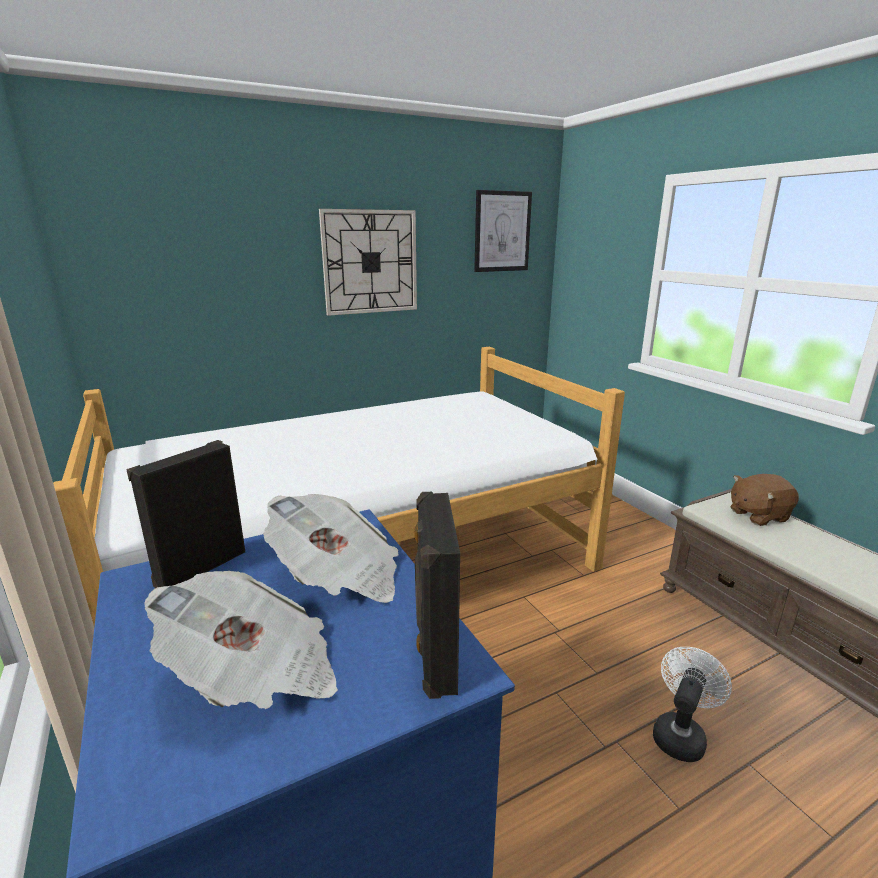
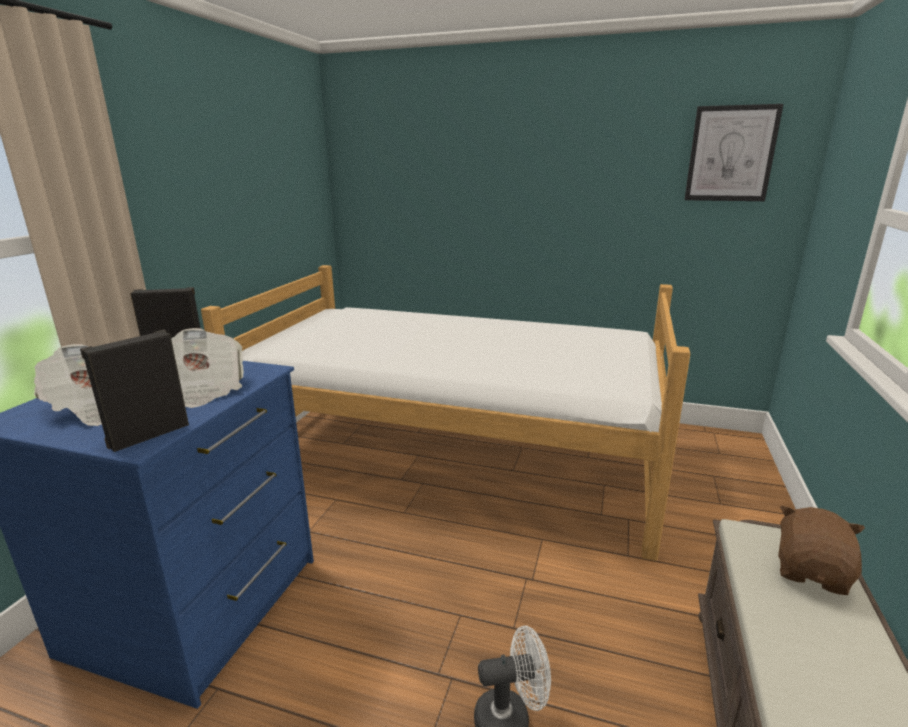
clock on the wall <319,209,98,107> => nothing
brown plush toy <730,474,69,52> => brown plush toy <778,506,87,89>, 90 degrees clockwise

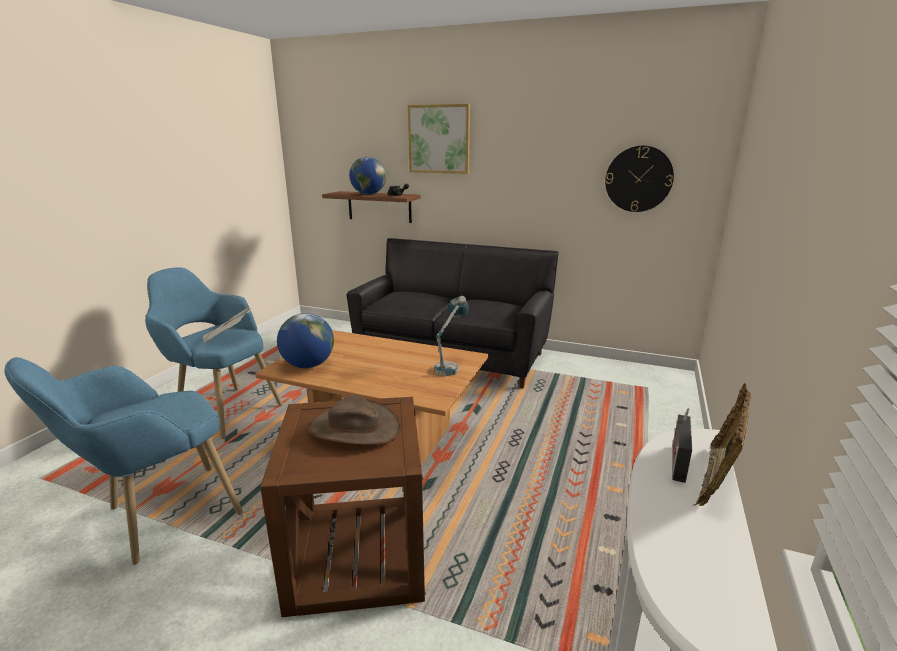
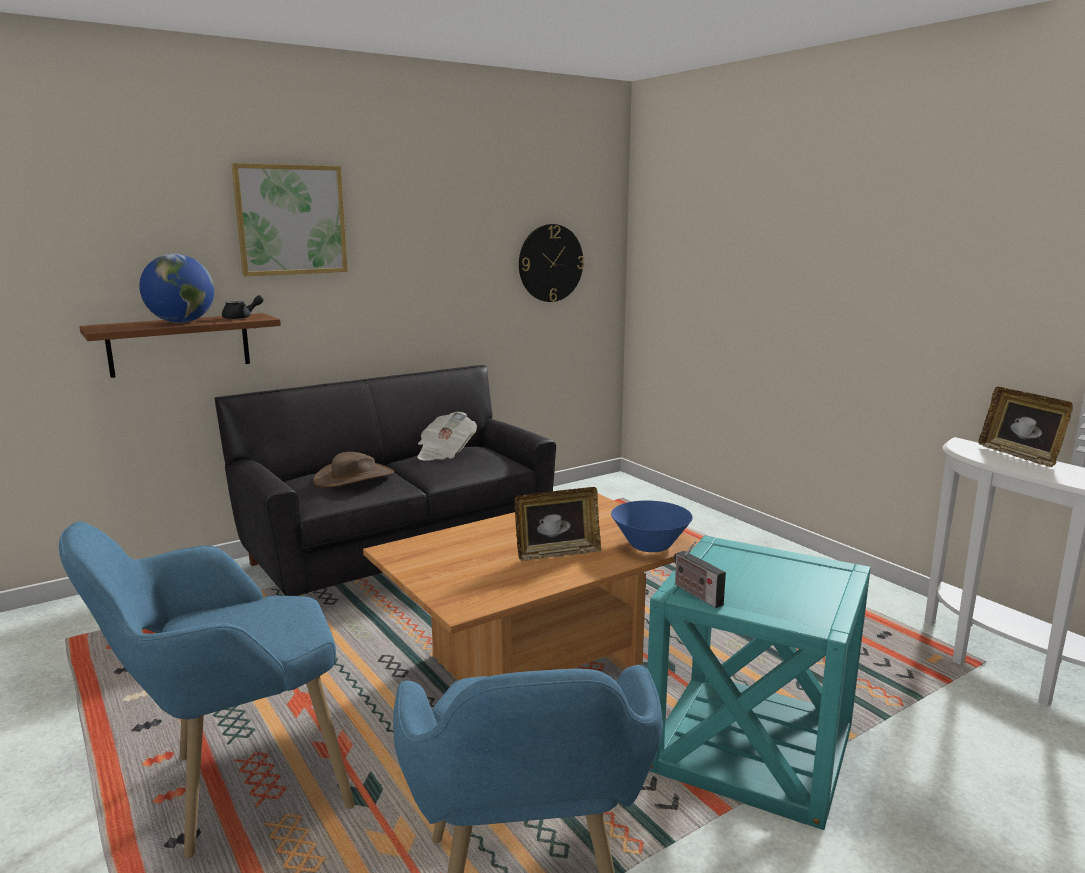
table lamp <434,296,35,80> => nothing
daily paper <203,308,48,35> => daily paper <417,412,60,49>, move
world globe <277,313,57,55> => nothing
brown clothing hat <308,395,93,50> => brown clothing hat <313,452,81,35>, move
brown side table <260,397,166,220> => turquoise side table <647,536,223,294>
radio <672,408,20,75> => radio <674,541,52,67>, move
nothing => picture frame <515,487,87,74>
nothing => blue-coloured serving bowl <611,501,82,51>

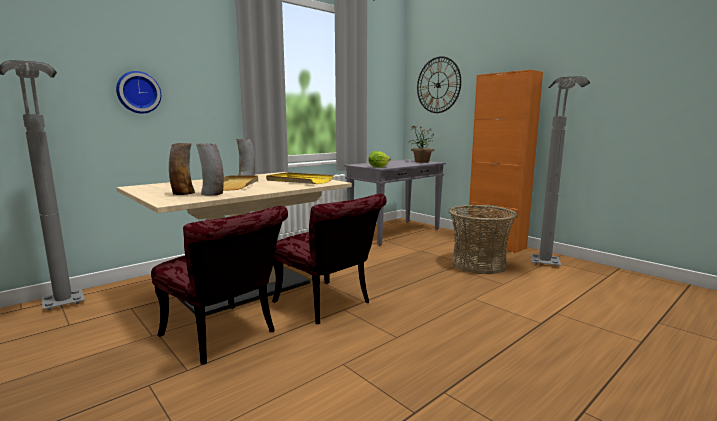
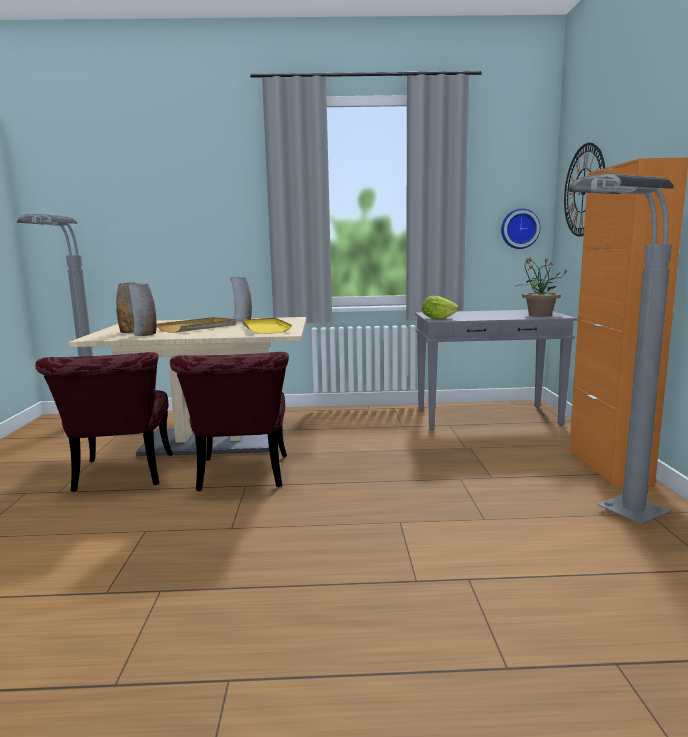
clock on the wall <116,71,45,43> => clock on the wall <501,208,39,41>, move
storage basket <448,205,69,69> => nothing

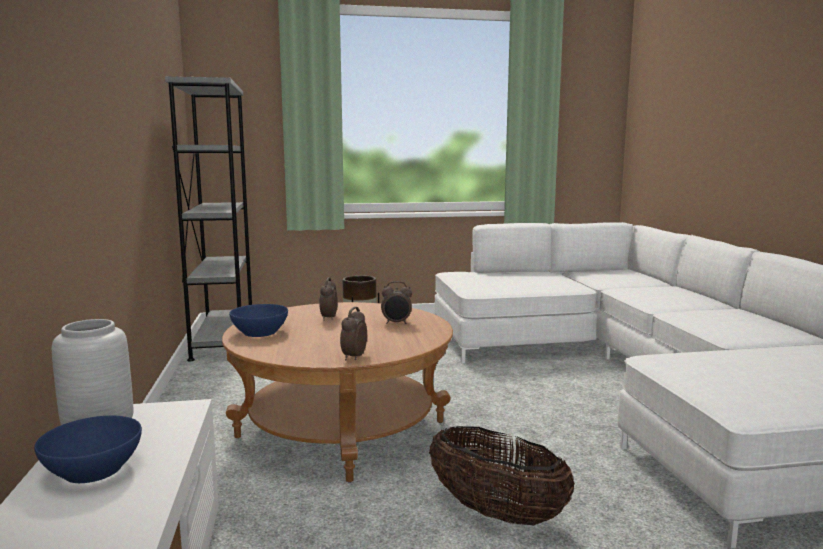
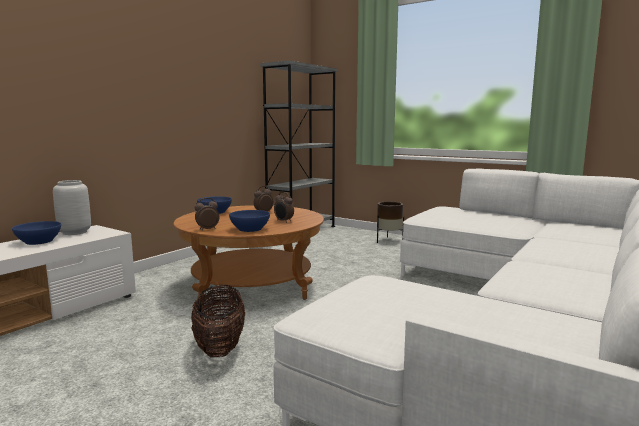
nothing => blue-coloured serving bowl <229,210,41,22>

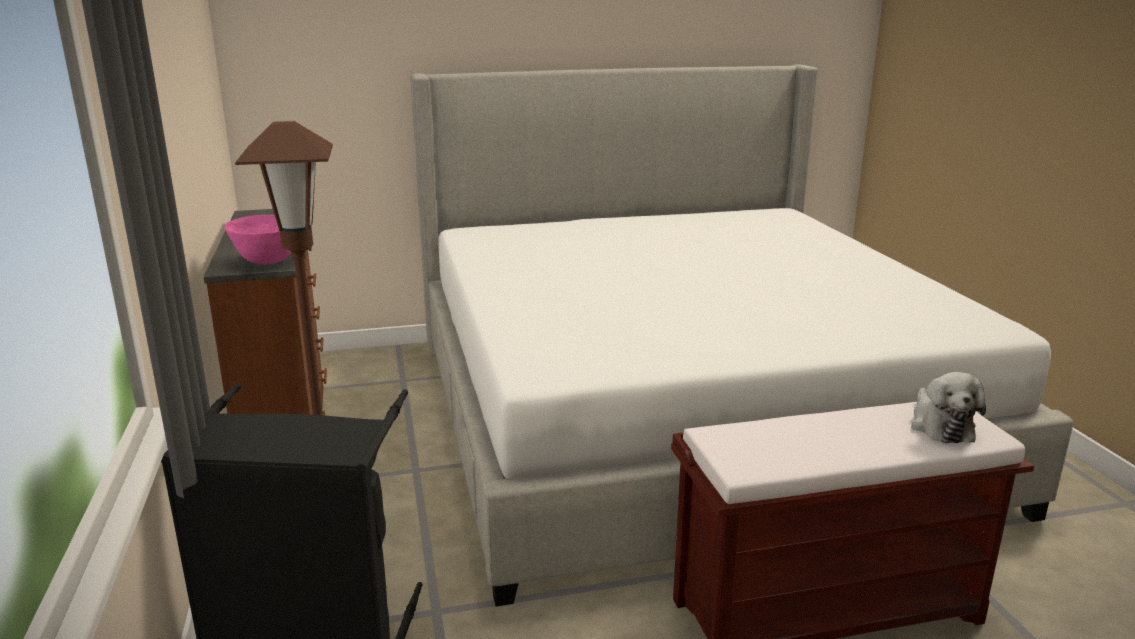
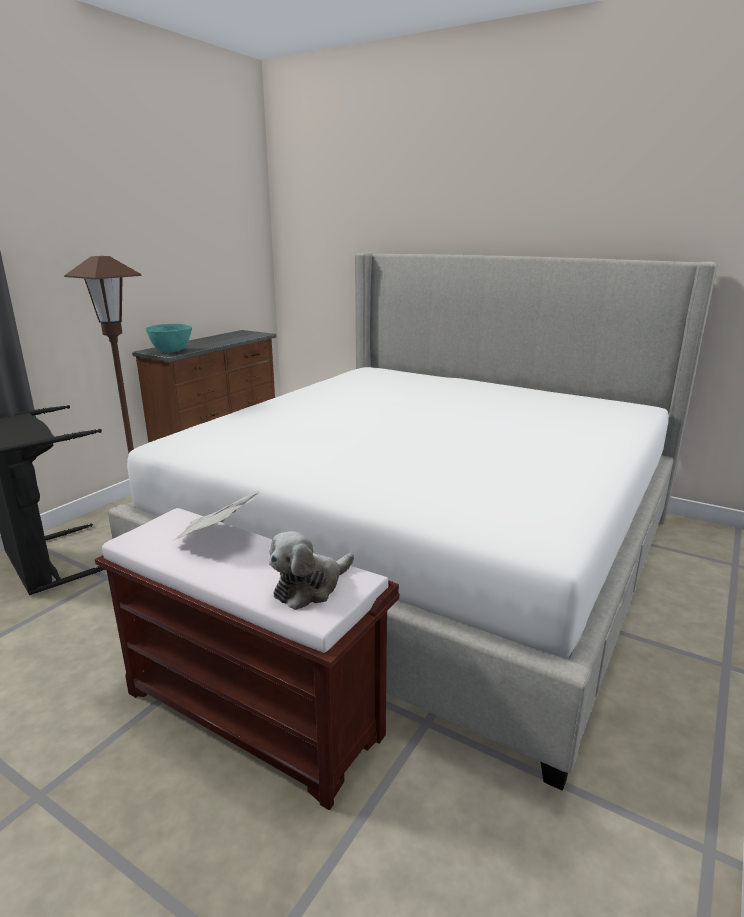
pinkish serving bowl <225,215,66,50> => turquoise serving bowl <146,324,46,29>
nothing => daily paper <172,489,89,52>

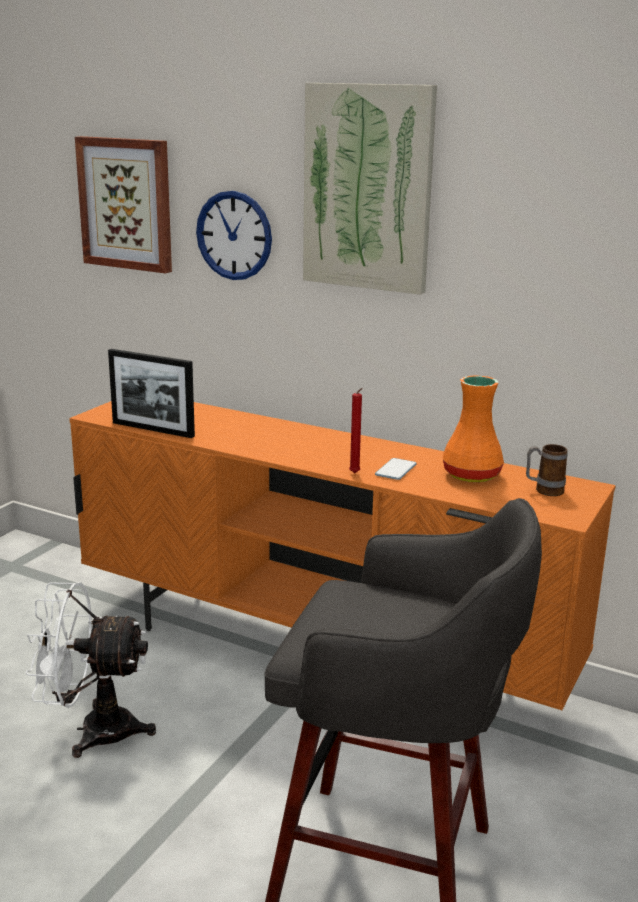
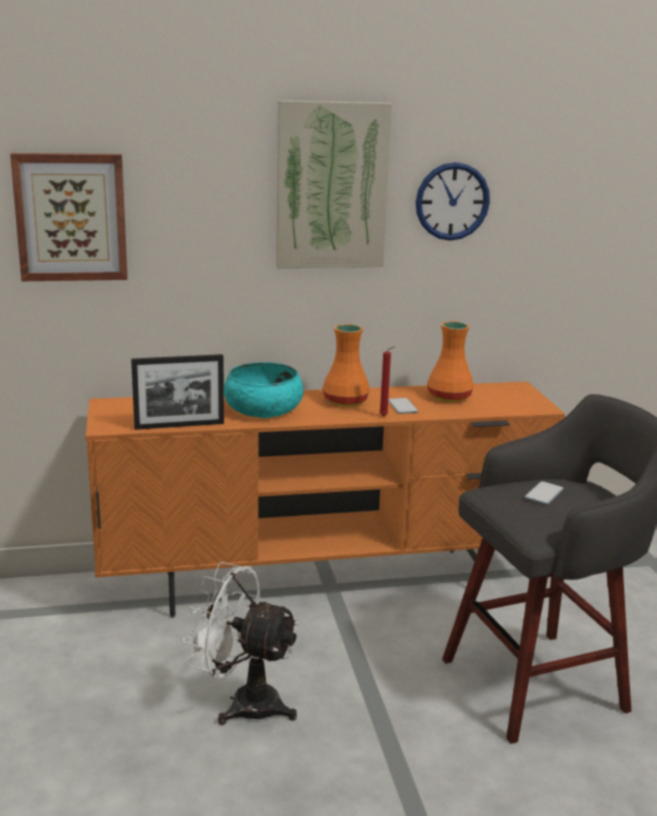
clock on the wall <196,191,76,89> => clock on the wall <416,162,74,79>, move
coffee mug <526,444,42,52> => nothing
white electric fan <25,582,131,176> => white electric fan <182,562,117,163>, 60 degrees clockwise
nothing => orange-coloured vase <322,324,48,83>
nothing => turquoise serving bowl <224,362,80,56>
nothing => phone <525,481,39,24>

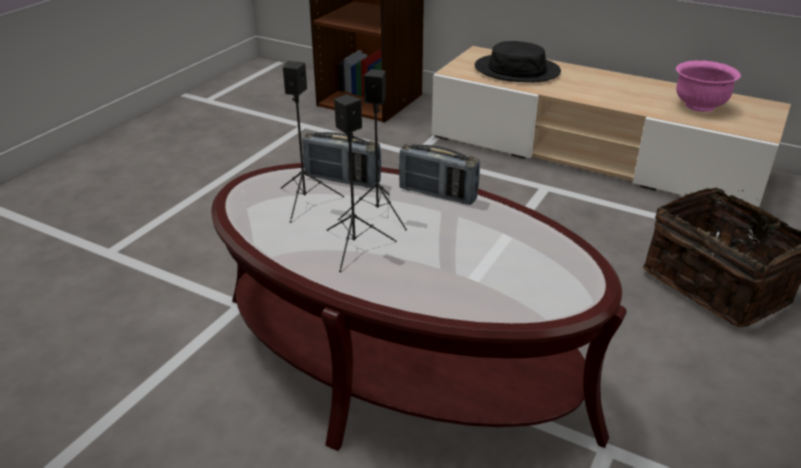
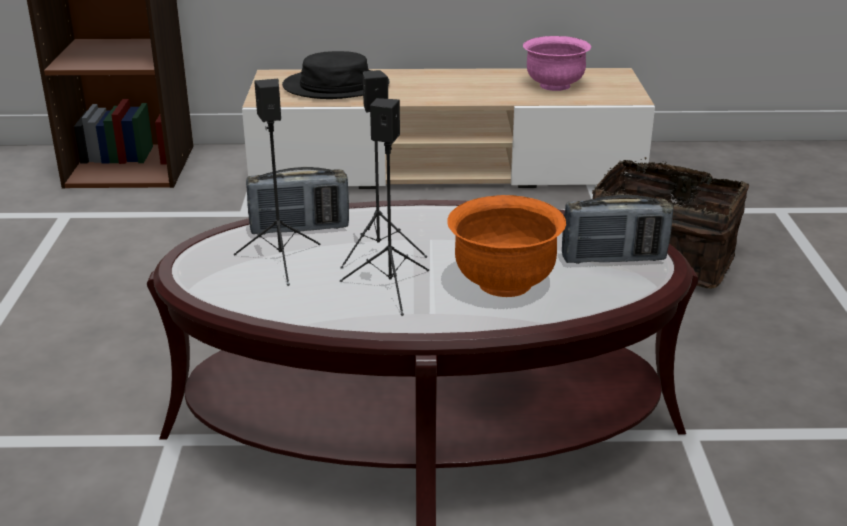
radio <399,143,81,62> => radio <562,195,111,69>, move
nothing => orange-coloured serving bowl <447,195,119,102>

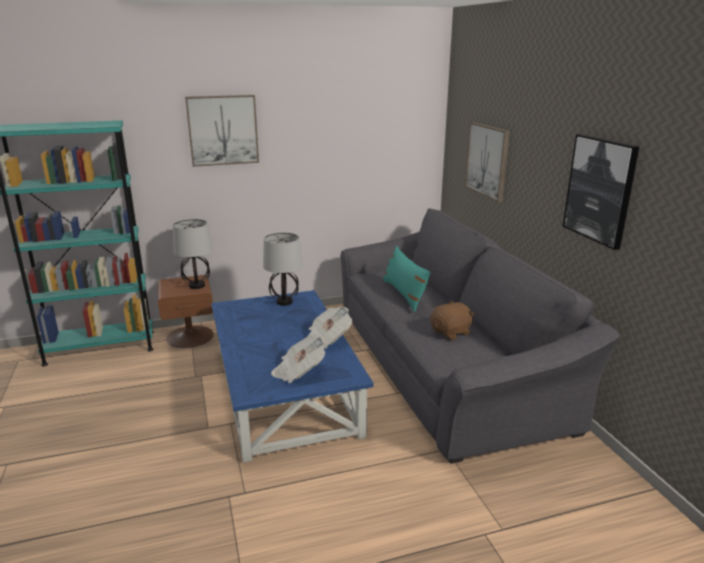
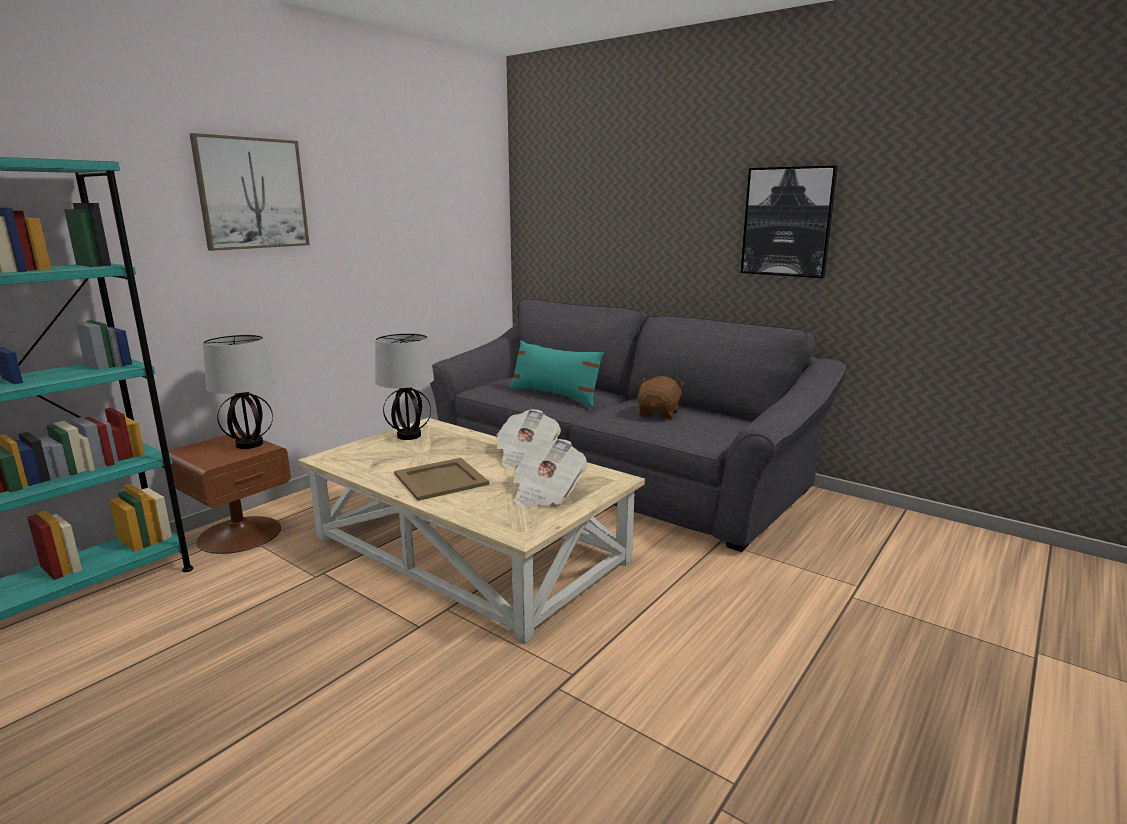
picture <465,122,45,80> => nothing
blue-coloured coffee table <211,290,163,173> => beige coffee table <298,418,347,226>
nothing => beige tray <394,458,95,43>

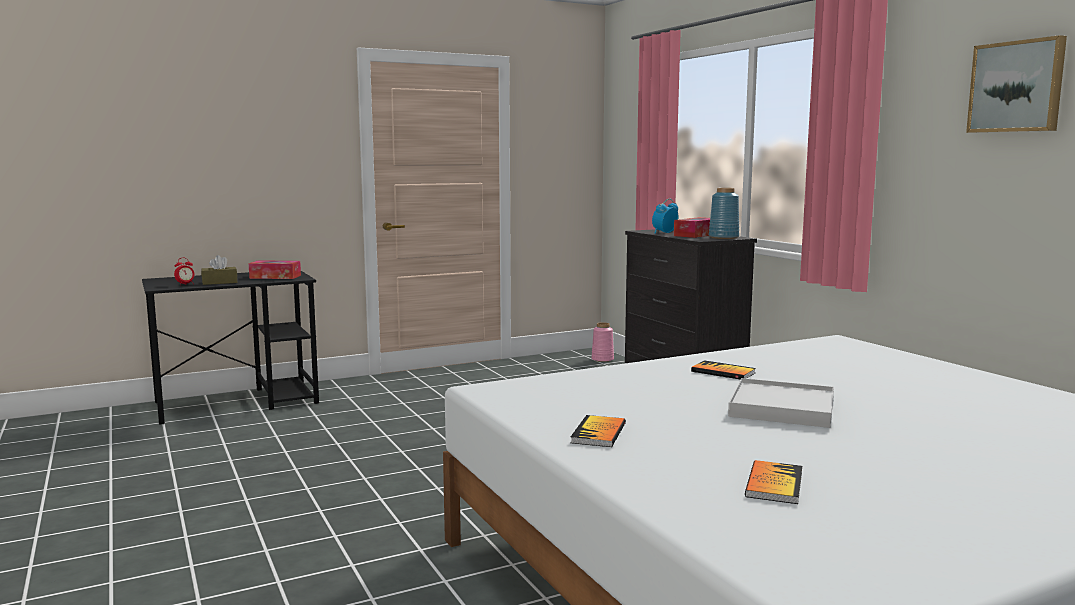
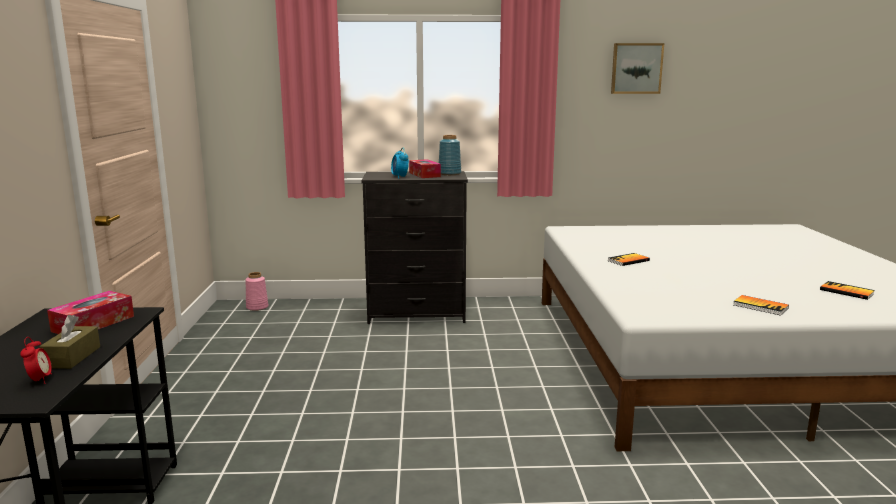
white tray <728,378,106,50> => nothing

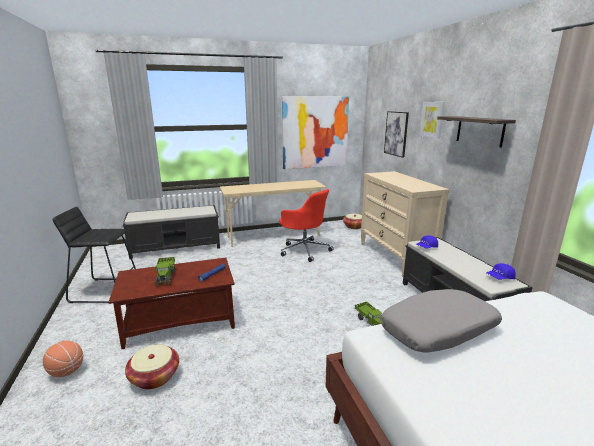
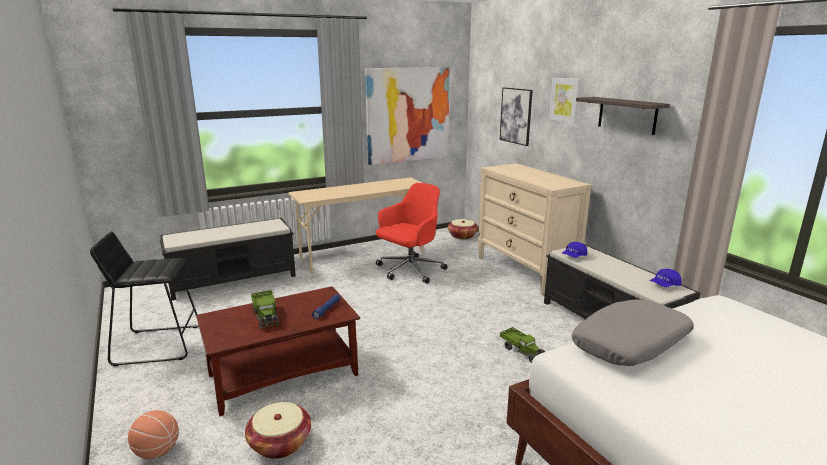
red-coloured computer chair <279,189,55,73> => red-coloured computer chair <376,183,72,101>, 75 degrees counterclockwise

